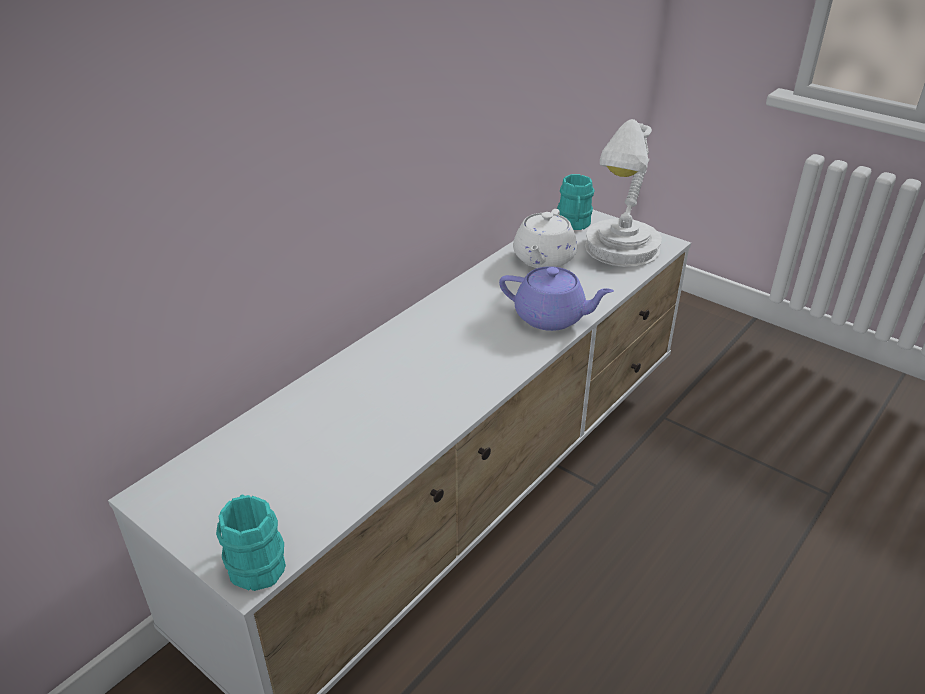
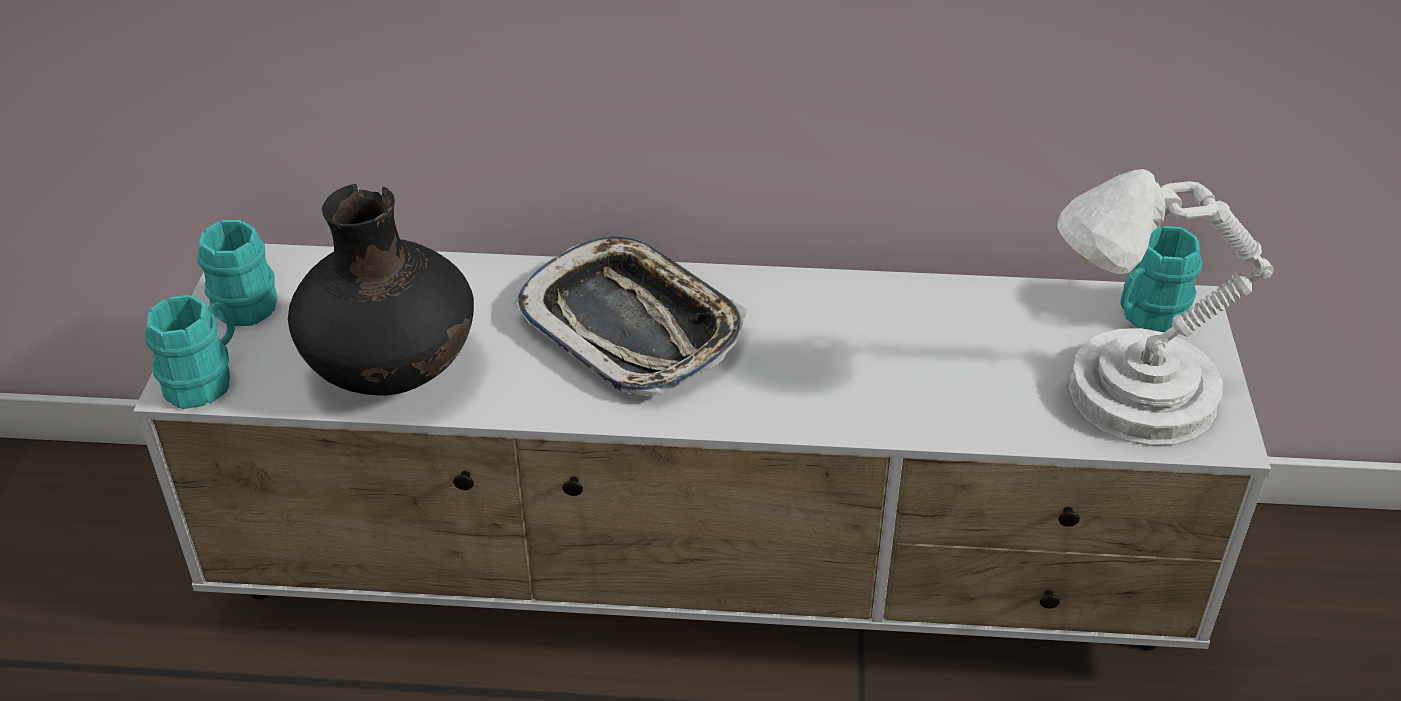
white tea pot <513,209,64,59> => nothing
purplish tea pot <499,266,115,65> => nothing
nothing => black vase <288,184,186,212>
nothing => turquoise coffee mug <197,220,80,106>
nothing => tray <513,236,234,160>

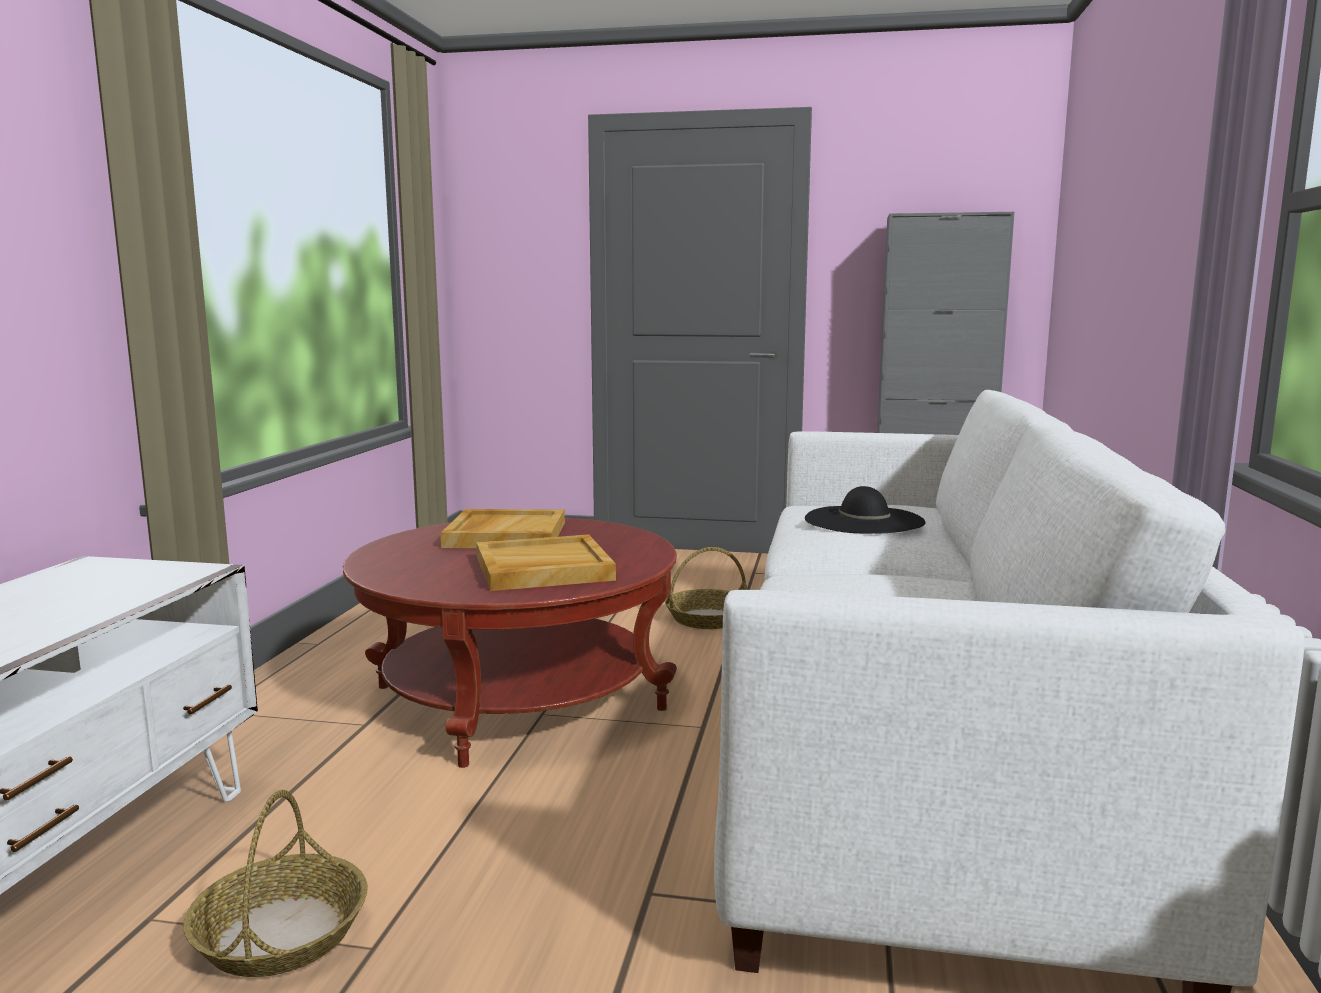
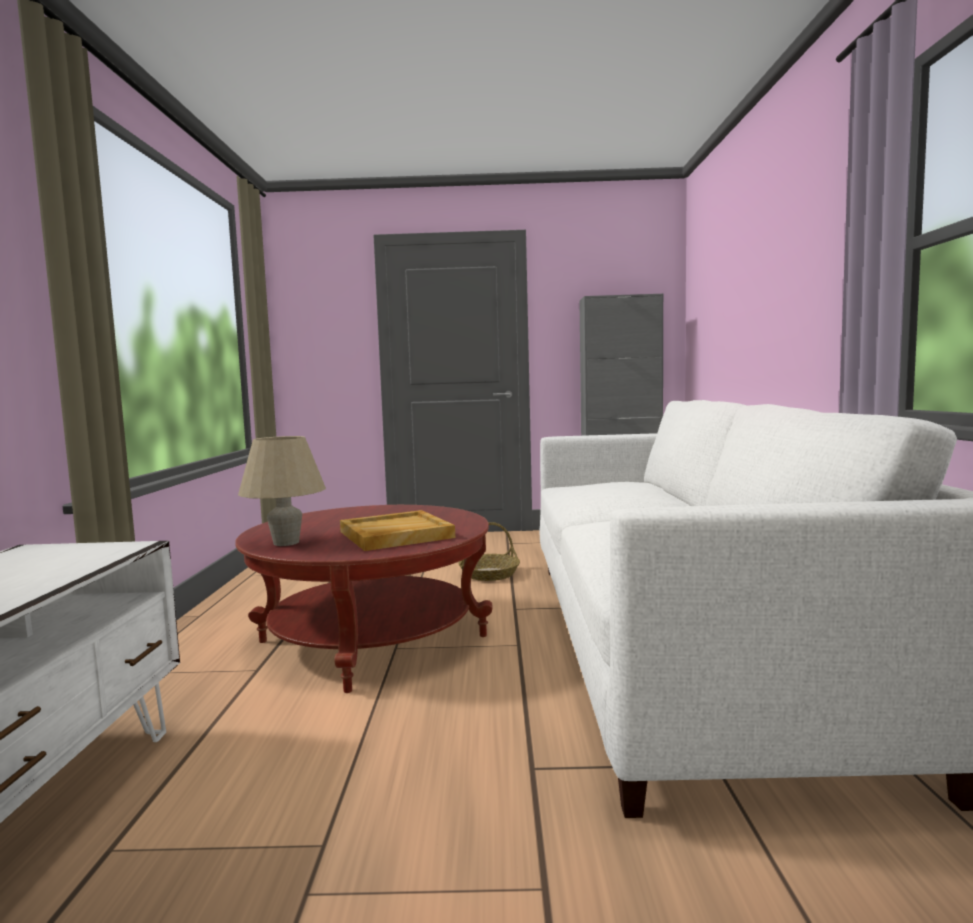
black clothing hat <805,486,121,48> => nothing
beige tray <441,509,124,39> => nothing
storage basket <183,790,184,187> => nothing
nothing => beige table lamp <238,436,88,110>

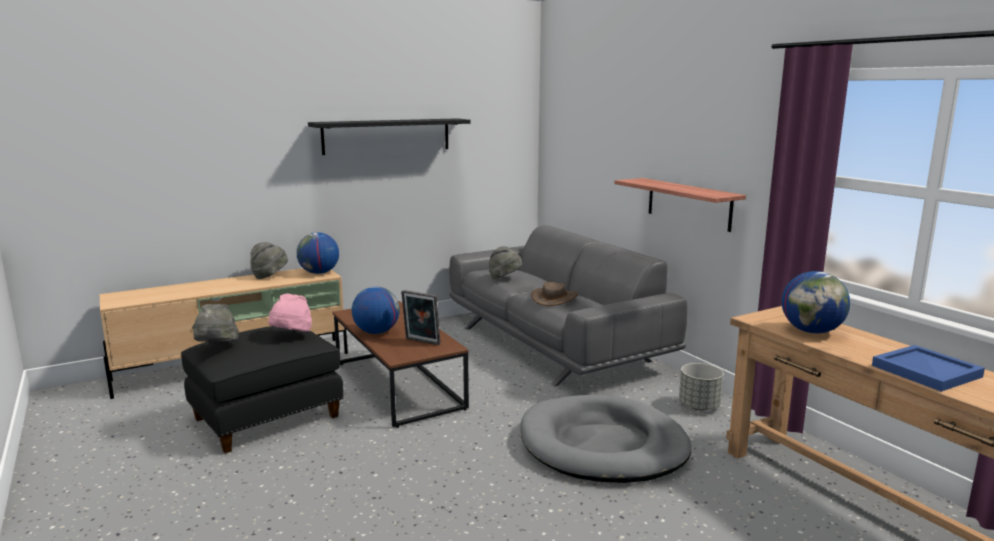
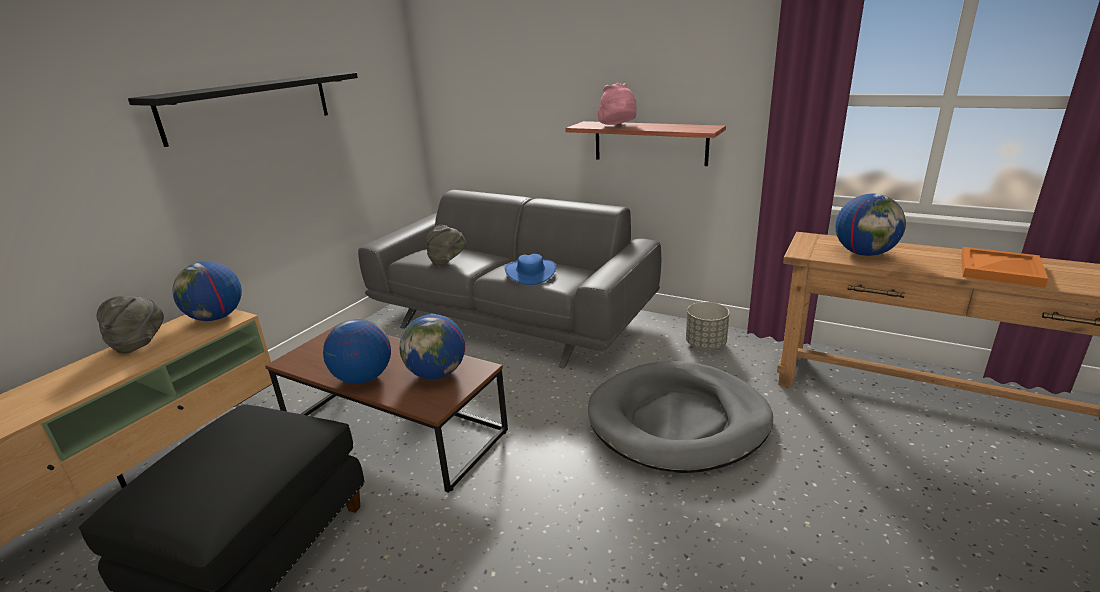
brown clothing hat <531,282,47,24> => blue-coloured clothing hat <505,254,51,31>
picture frame <401,290,40,55> => world globe <400,314,65,65>
pinkish clothing hat <268,293,44,39> => pinkish clothing hat <598,83,39,42>, move
grey clothing hat <193,304,46,38> => nothing
blue-coloured tray <872,345,113,47> => orange-coloured tray <961,247,87,41>

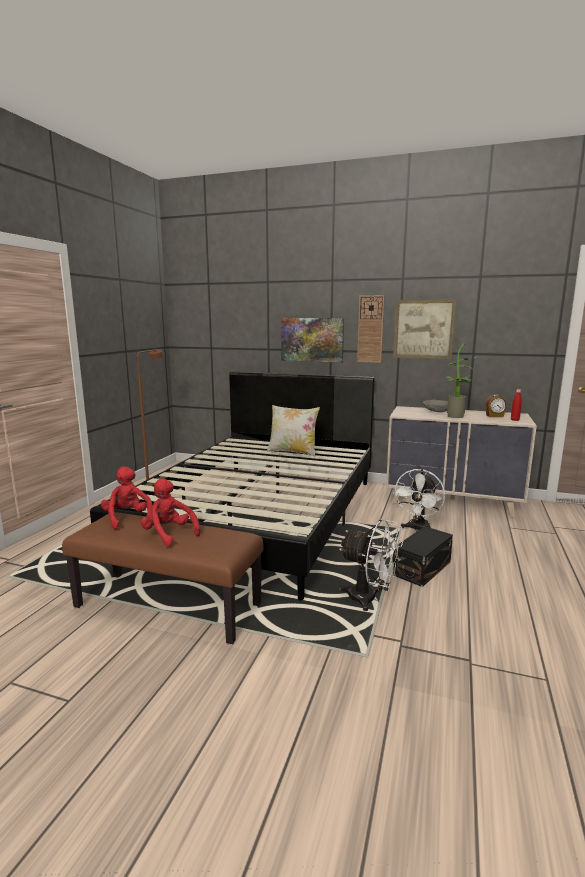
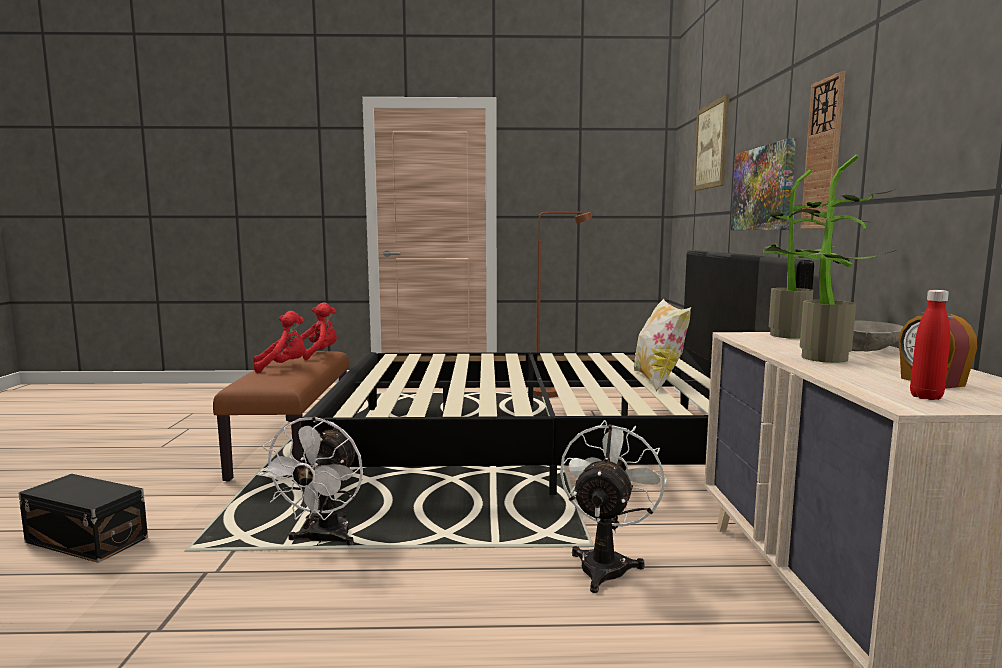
picture <393,299,64,60> => picture <693,94,37,97>, move
white electric fan <393,469,52,63> => white electric fan <560,420,107,173>, 105 degrees clockwise
red-coloured plush toy <140,479,60,67> => red-coloured plush toy <253,311,53,62>, 45 degrees clockwise
black storage bin <393,526,60,61> => black storage bin <18,474,130,89>, move
nothing => potted plant <763,170,71,169>

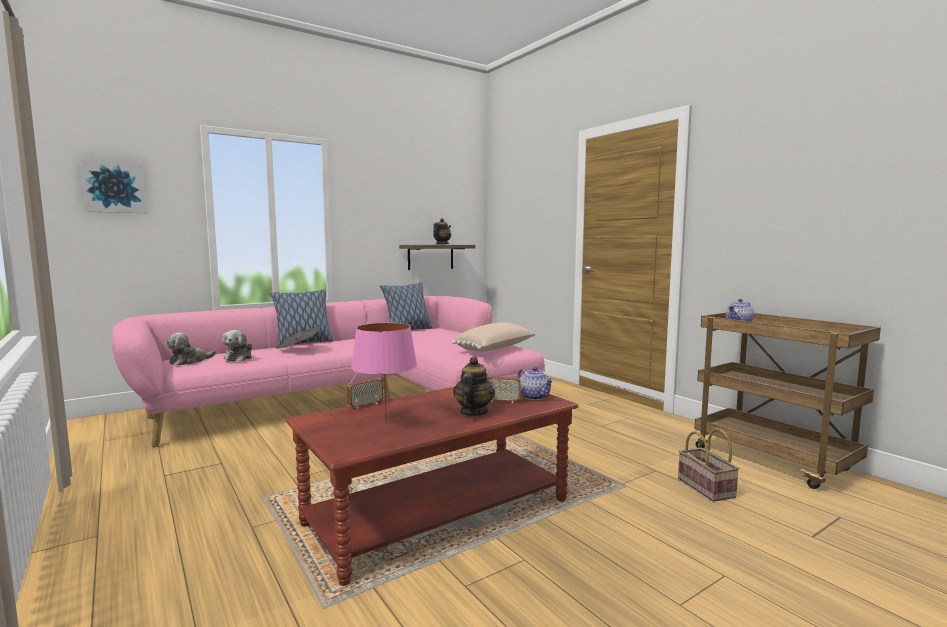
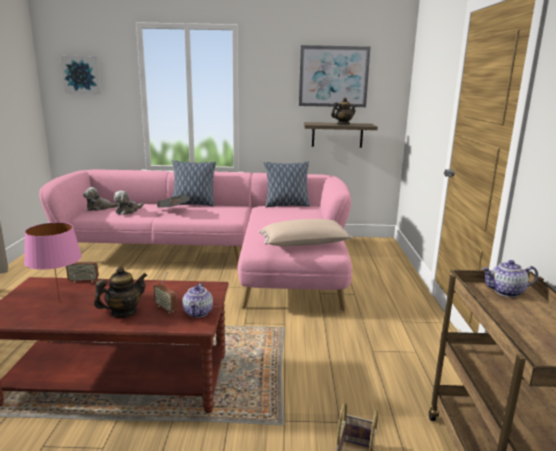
nothing => picture <299,45,71,62>

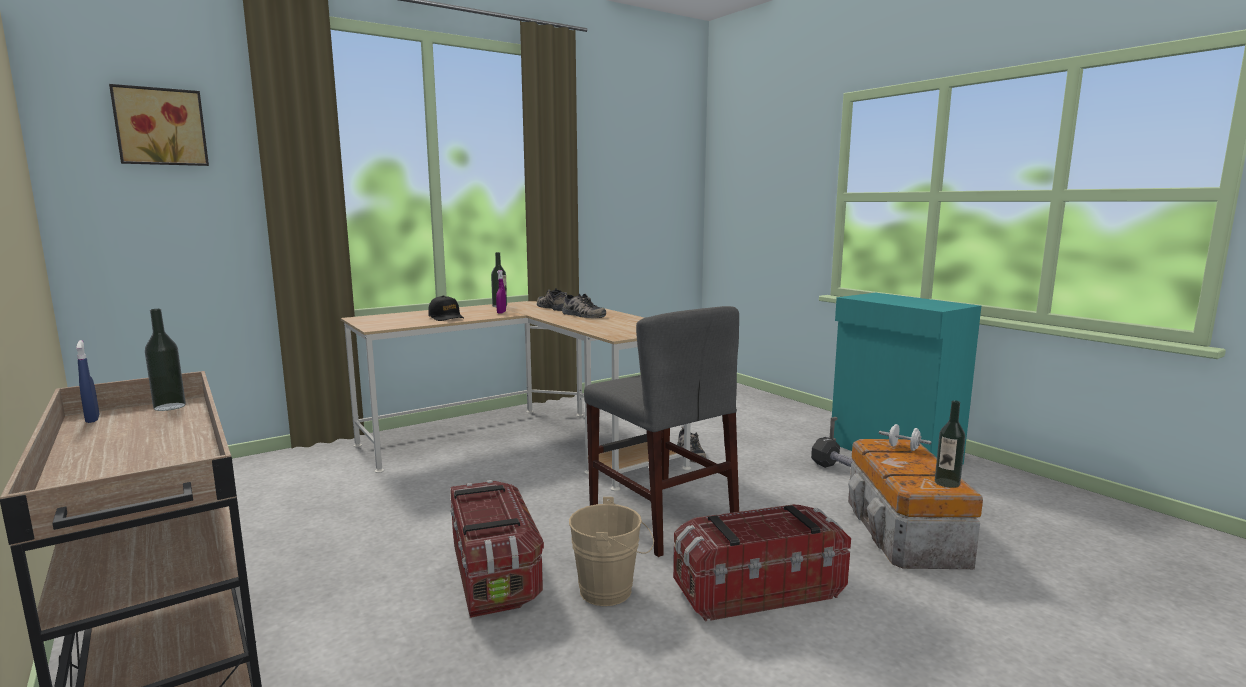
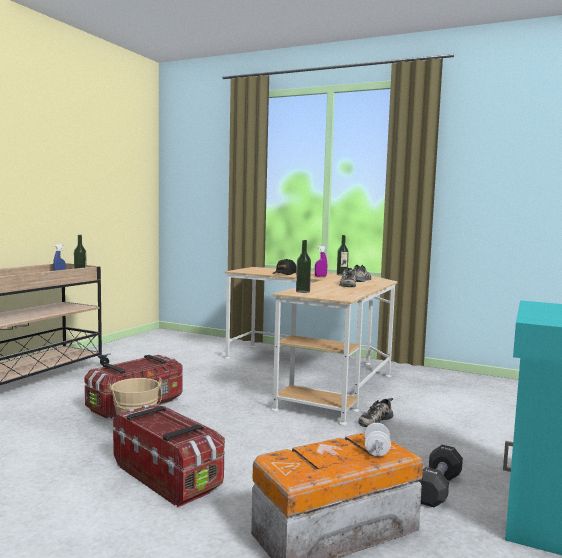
picture <109,84,100,82> => nothing
grey chair <584,306,155,251> => nothing
bottle <935,400,31,88> => bottle <296,240,15,53>, move

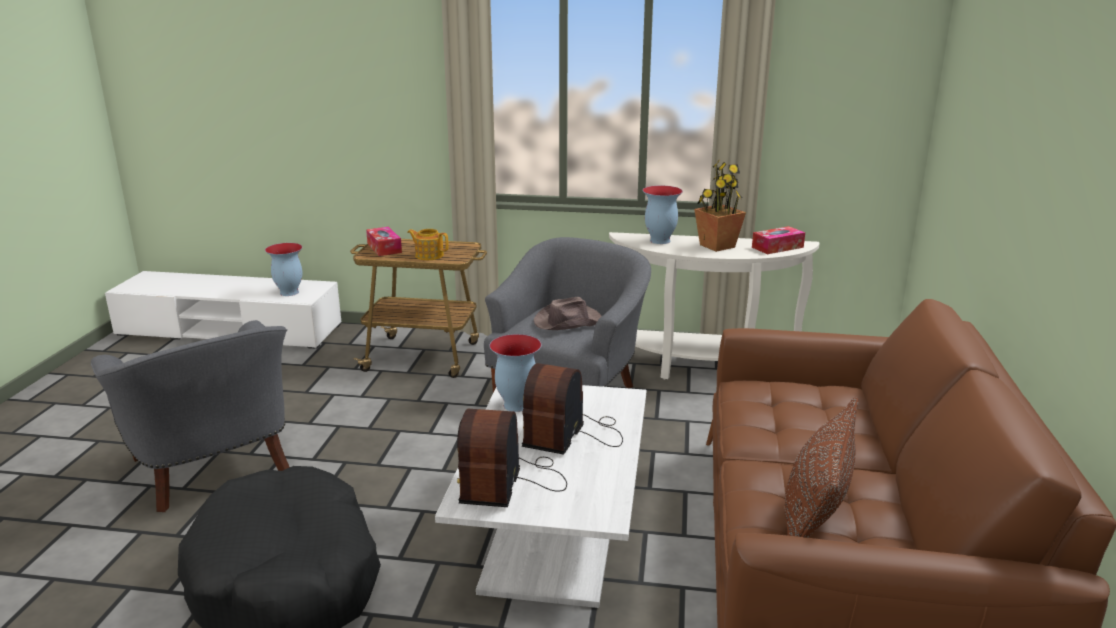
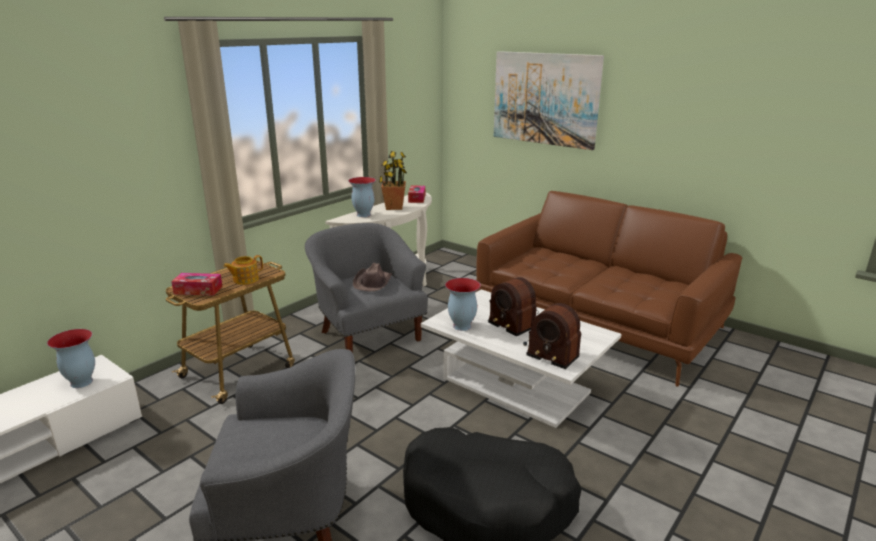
brown pillow <785,397,74,141> => nothing
nothing => picture <494,51,110,99>

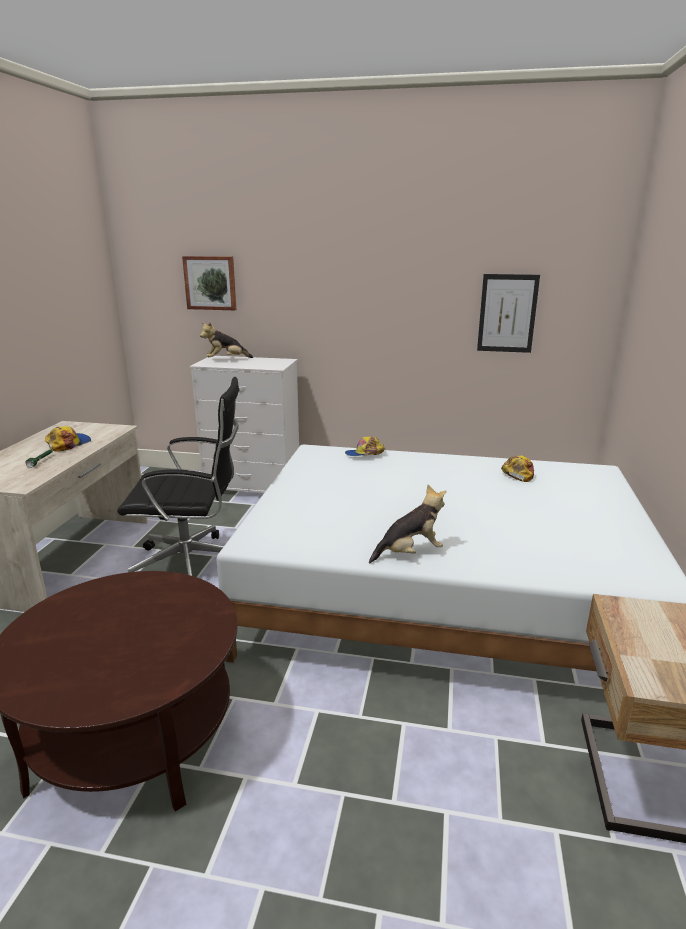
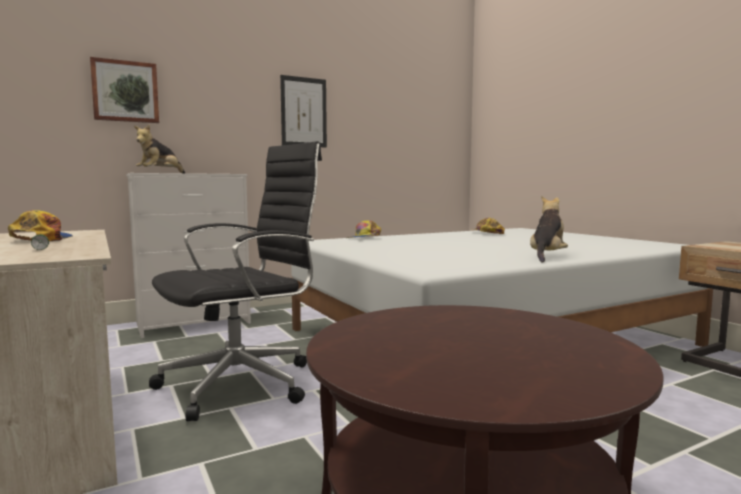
picture <477,274,63,79> => picture <280,75,47,72>, move

